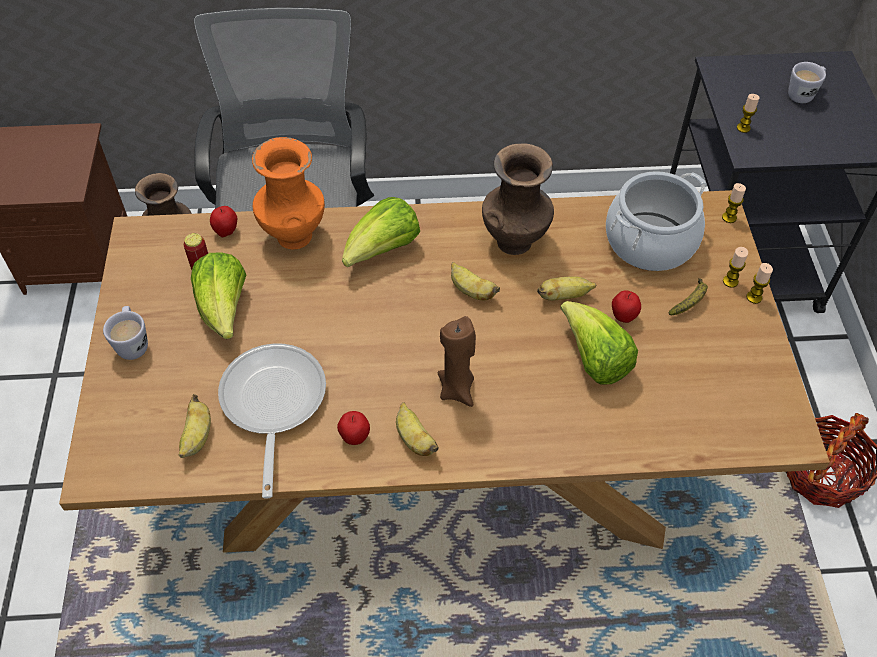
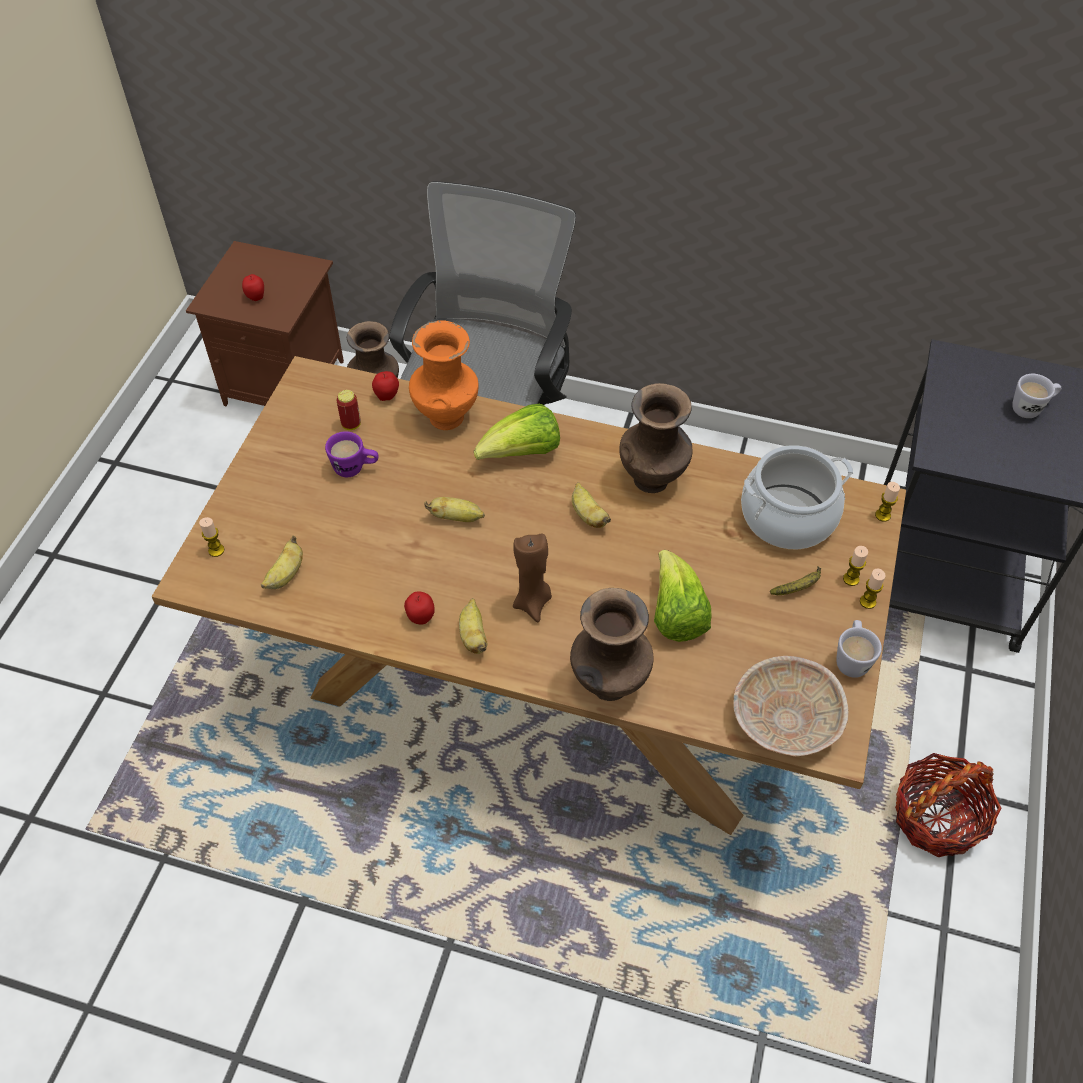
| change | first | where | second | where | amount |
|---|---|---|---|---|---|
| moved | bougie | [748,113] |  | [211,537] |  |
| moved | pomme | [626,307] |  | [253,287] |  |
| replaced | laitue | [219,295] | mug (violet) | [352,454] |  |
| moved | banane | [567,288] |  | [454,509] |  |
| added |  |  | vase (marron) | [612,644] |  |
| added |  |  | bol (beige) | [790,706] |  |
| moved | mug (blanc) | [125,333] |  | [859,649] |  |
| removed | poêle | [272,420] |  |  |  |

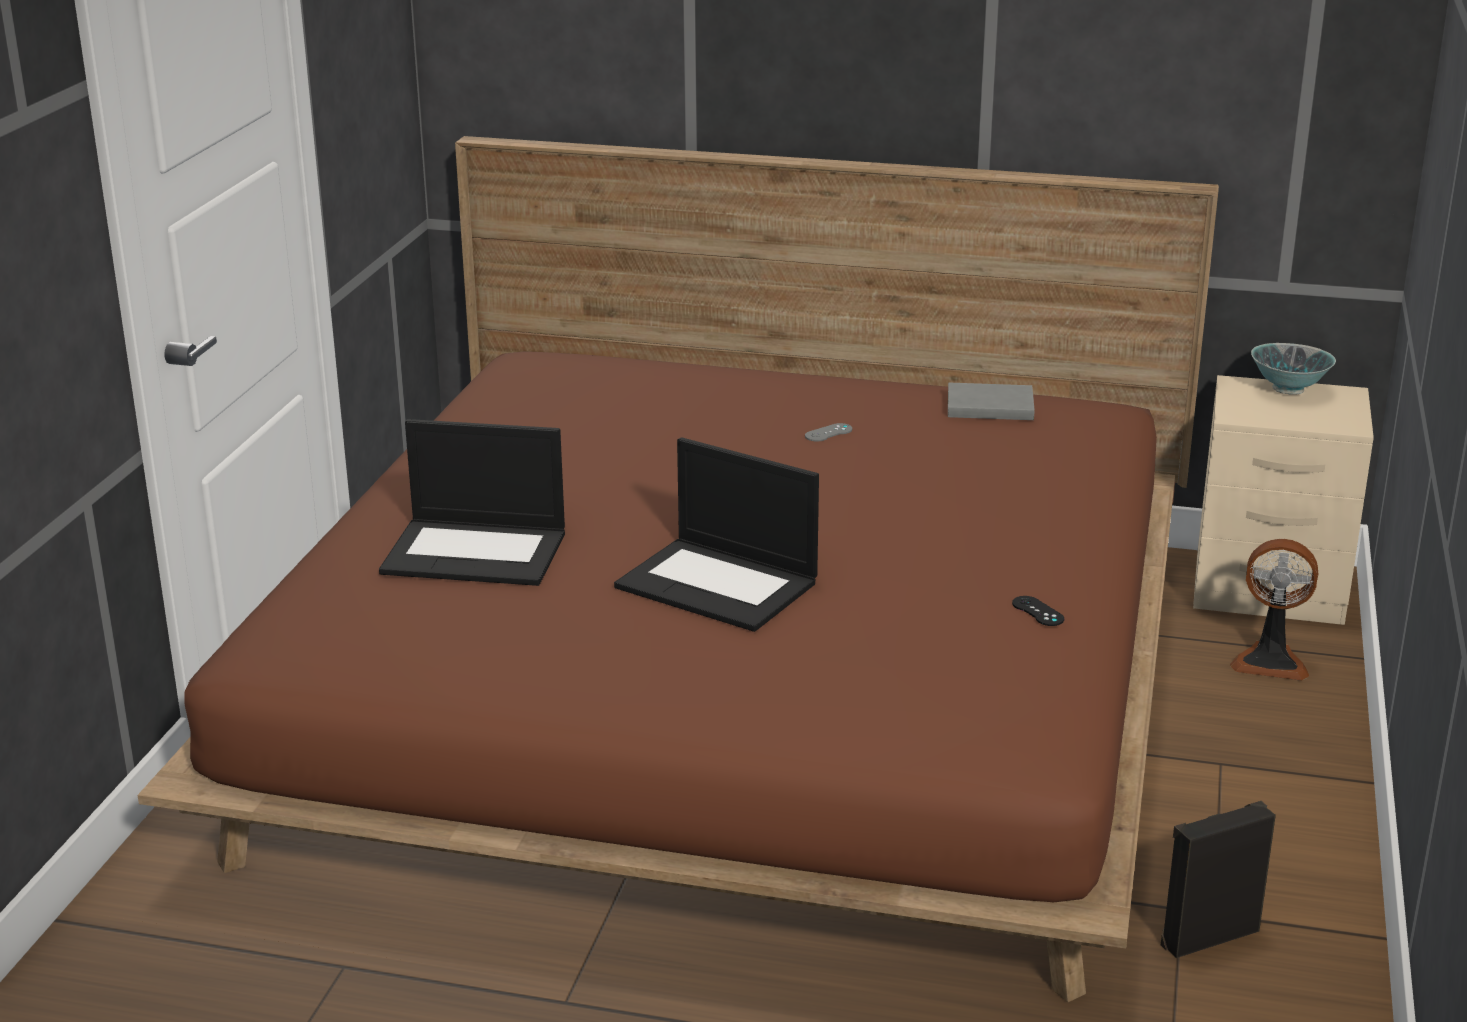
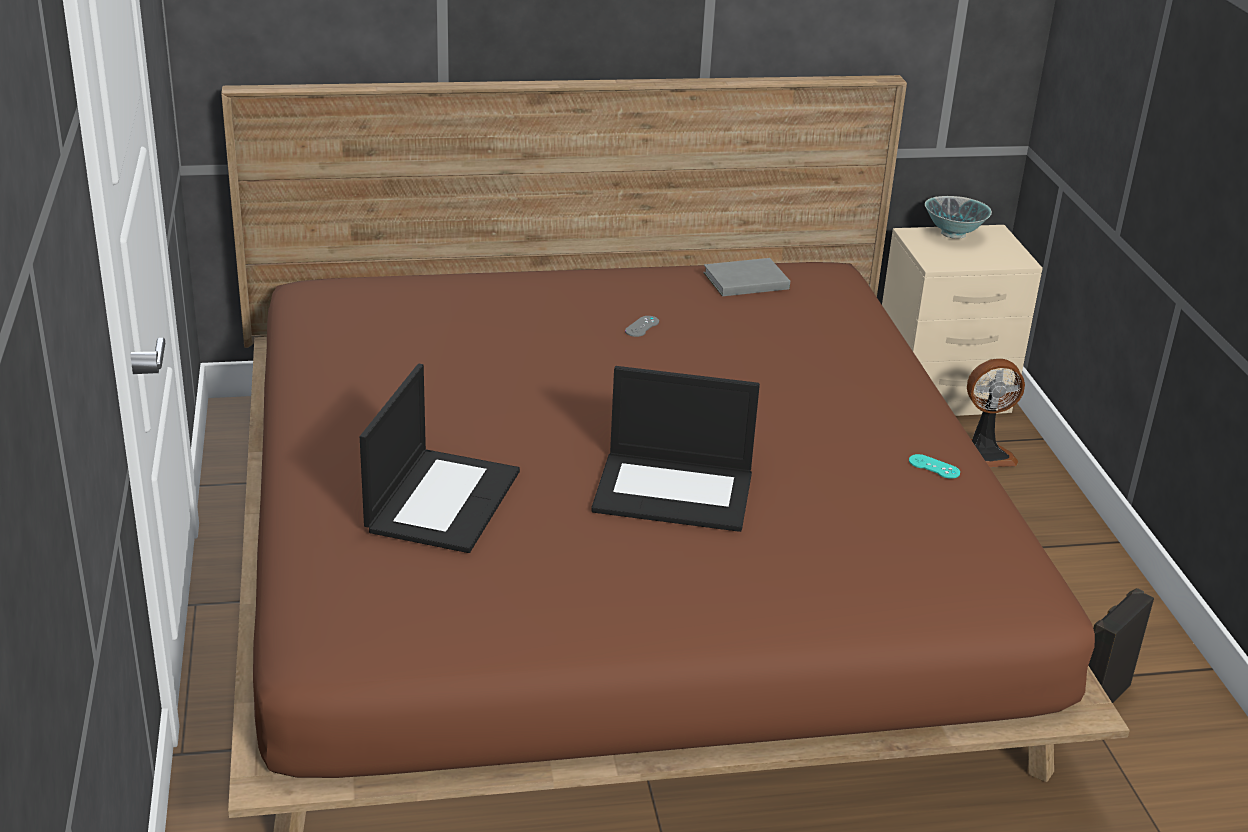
| change | first | where | second | where | amount |
|---|---|---|---|---|---|
| turned | ordinateur portable | [472,502] |  | [440,458] | 60 degrees counterclockwise |
| recoloured | manette (noir) | [1038,611] | manette (turquoise) | [934,466] |  |

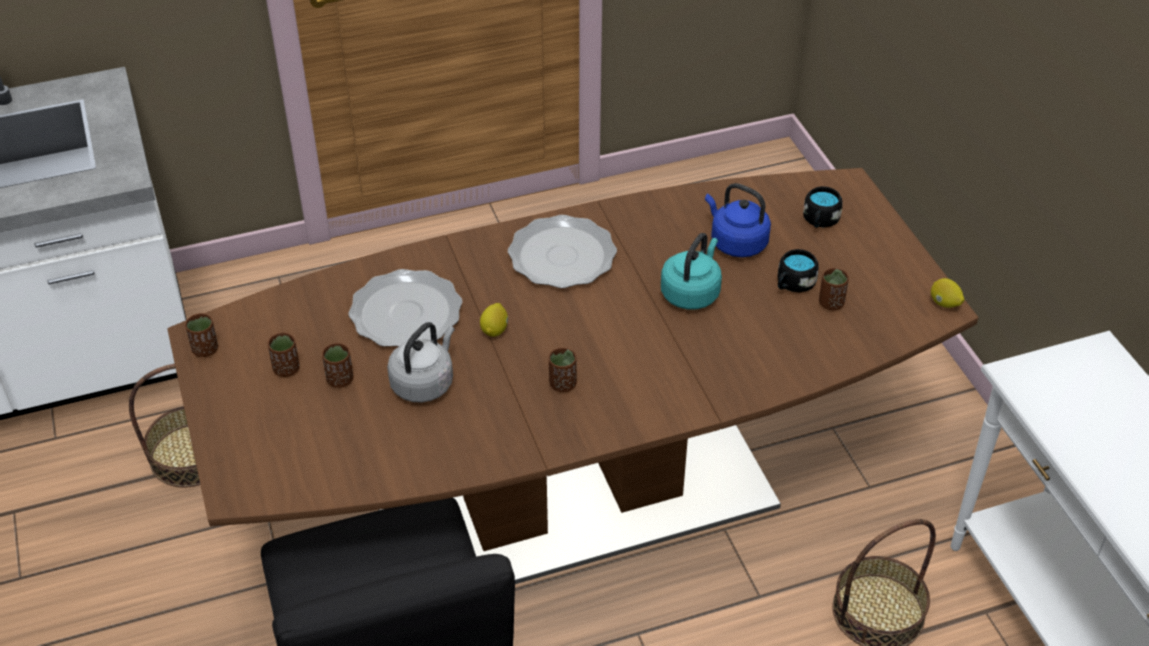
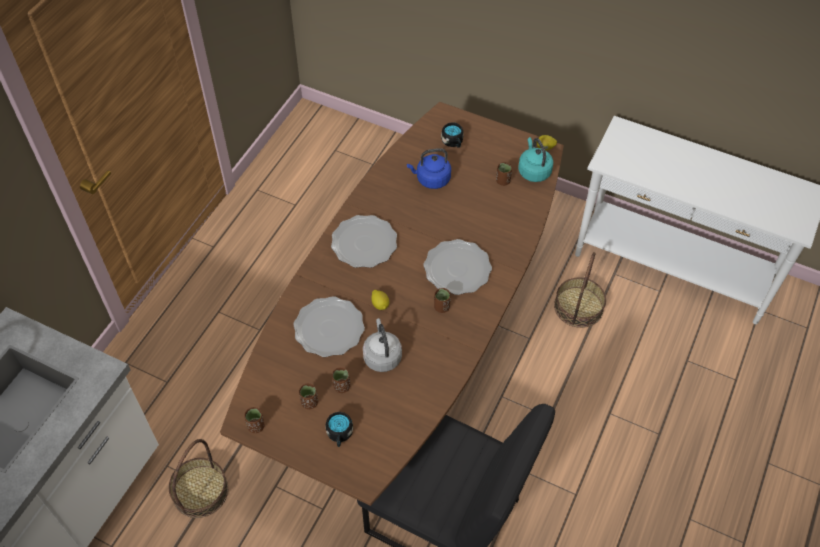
| change | first | where | second | where | amount |
|---|---|---|---|---|---|
| moved | mug (noir) | [798,271] |  | [339,429] |  |
| added |  |  | assiette | [457,267] |  |
| moved | bouilloire (turquoise) | [691,271] |  | [535,159] |  |

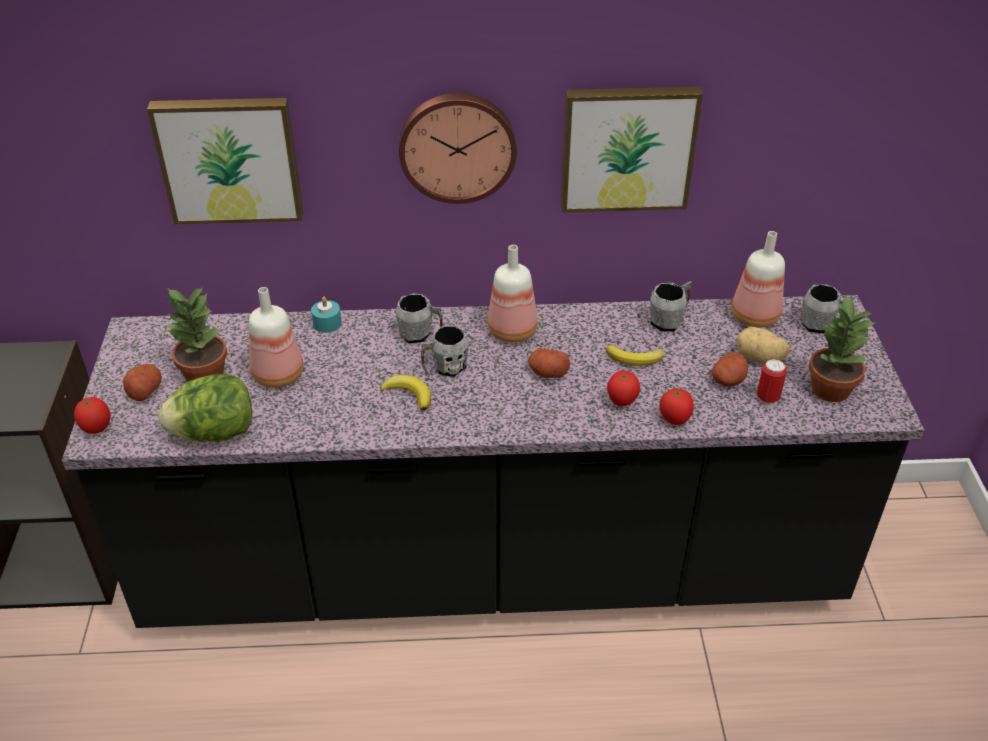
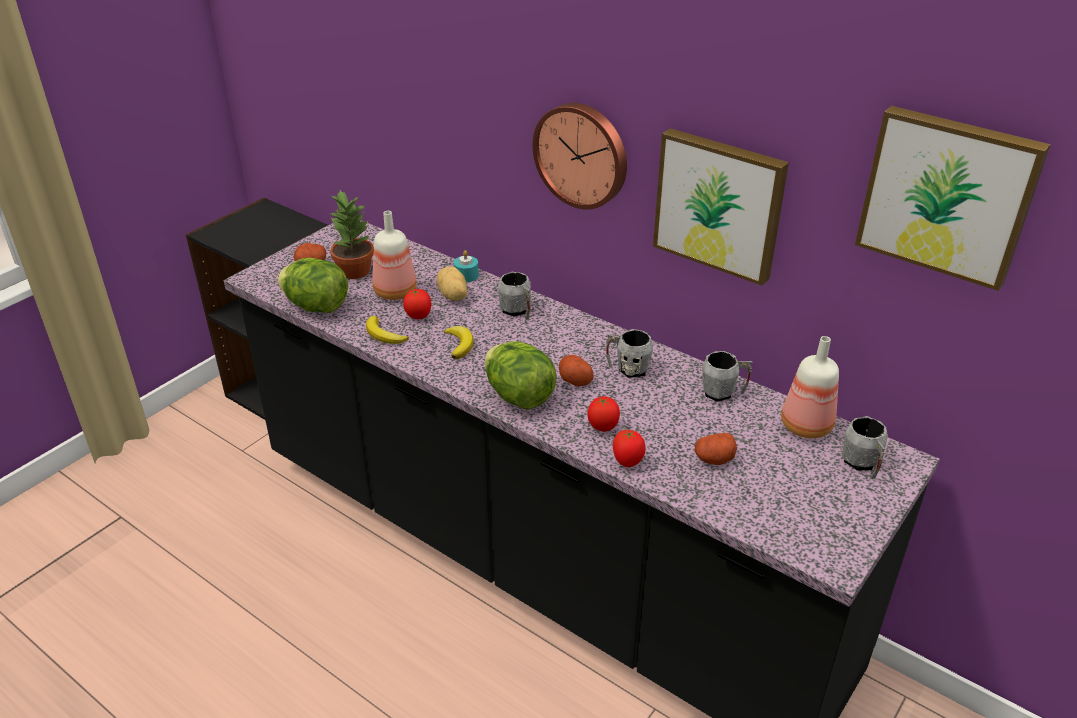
| change | first | where | second | where | amount |
|---|---|---|---|---|---|
| moved | banane | [634,355] |  | [387,330] |  |
| moved | tomate | [92,415] |  | [417,304] |  |
| moved | pomme de terre | [763,345] |  | [452,283] |  |
| added |  |  | laitue | [520,375] |  |
| moved | mug (gris) | [444,351] |  | [629,353] |  |
| moved | tableau | [225,161] |  | [952,198] |  |
| removed | bouteille | [512,293] |  |  |  |
| removed | boîte métallique | [772,382] |  |  |  |
| removed | plante en pot | [843,348] |  |  |  |

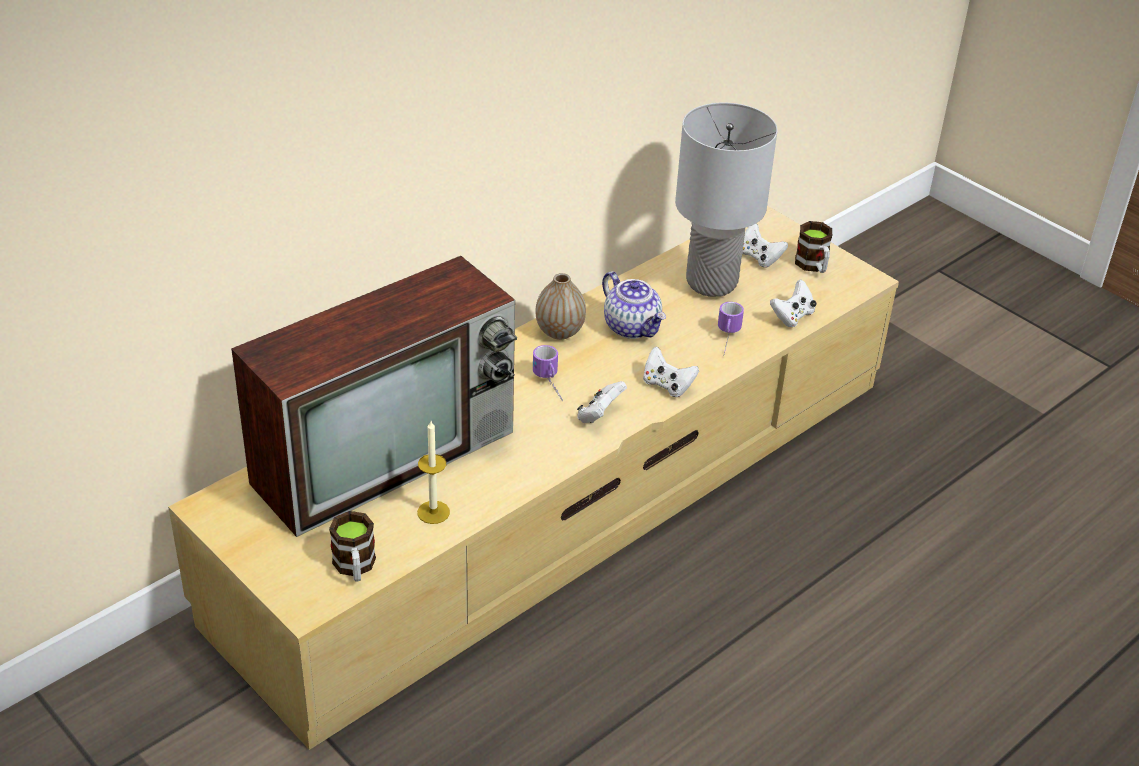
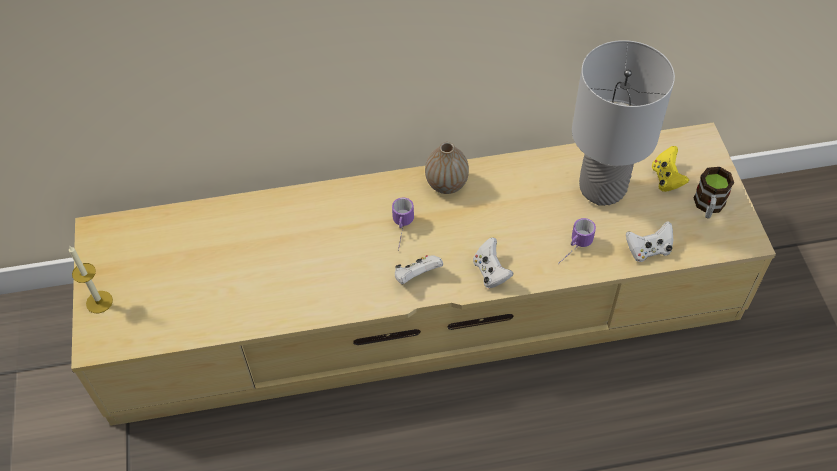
| change | first | where | second | where | amount |
|---|---|---|---|---|---|
| moved | bougie | [433,472] |  | [91,279] |  |
| recoloured | manette (blanc) | [765,245] | manette (jaune) | [670,169] |  |
| removed | téléviseur | [374,396] |  |  |  |
| removed | mug | [352,546] |  |  |  |
| removed | théière | [634,305] |  |  |  |

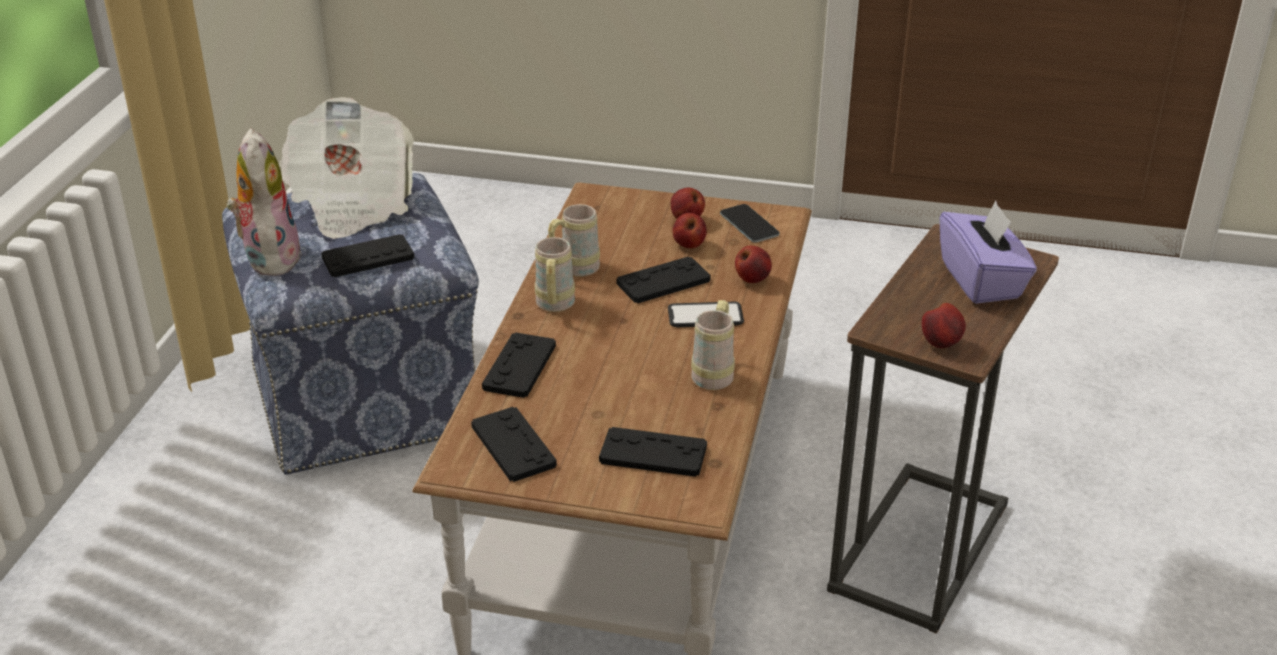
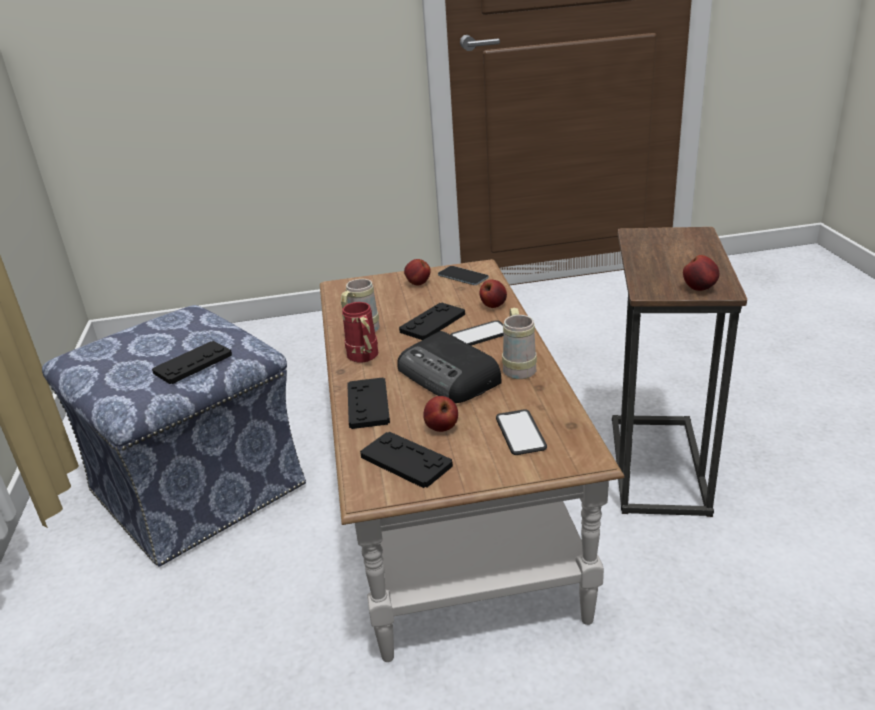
| change | first | where | second | where | amount |
|---|---|---|---|---|---|
| recoloured | mug (beige) | [555,274] | mug (rouge) | [360,332] |  |
| added |  |  | radio | [449,367] |  |
| moved | pomme | [690,230] |  | [440,414] |  |
| replaced | manette (noir) | [653,452] | téléphone | [521,432] |  |
| removed | peluche | [264,202] |  |  |  |
| removed | journal | [346,168] |  |  |  |
| removed | boîte à mouchoirs (violet) | [988,252] |  |  |  |

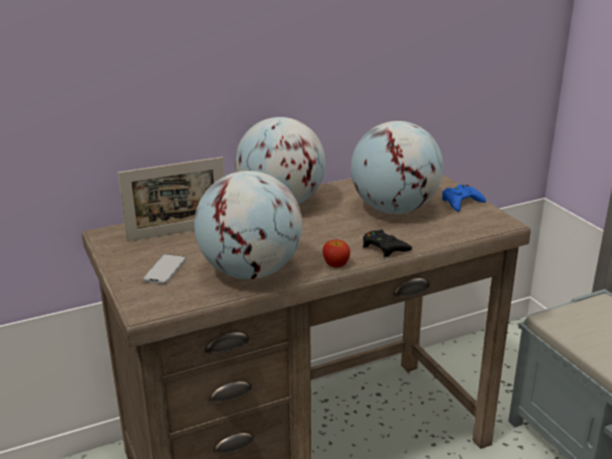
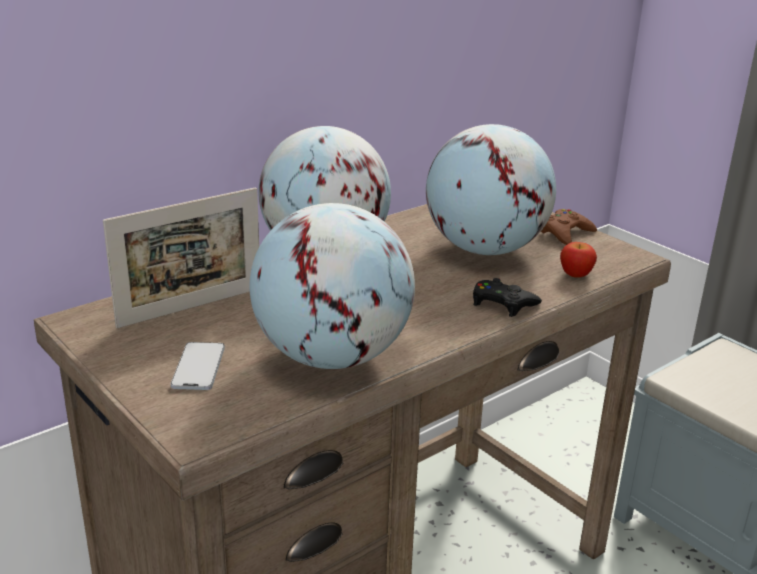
| change | first | where | second | where | amount |
|---|---|---|---|---|---|
| recoloured | manette (bleu) | [464,198] | manette (marron) | [569,227] |  |
| moved | pomme | [336,253] |  | [578,260] |  |

